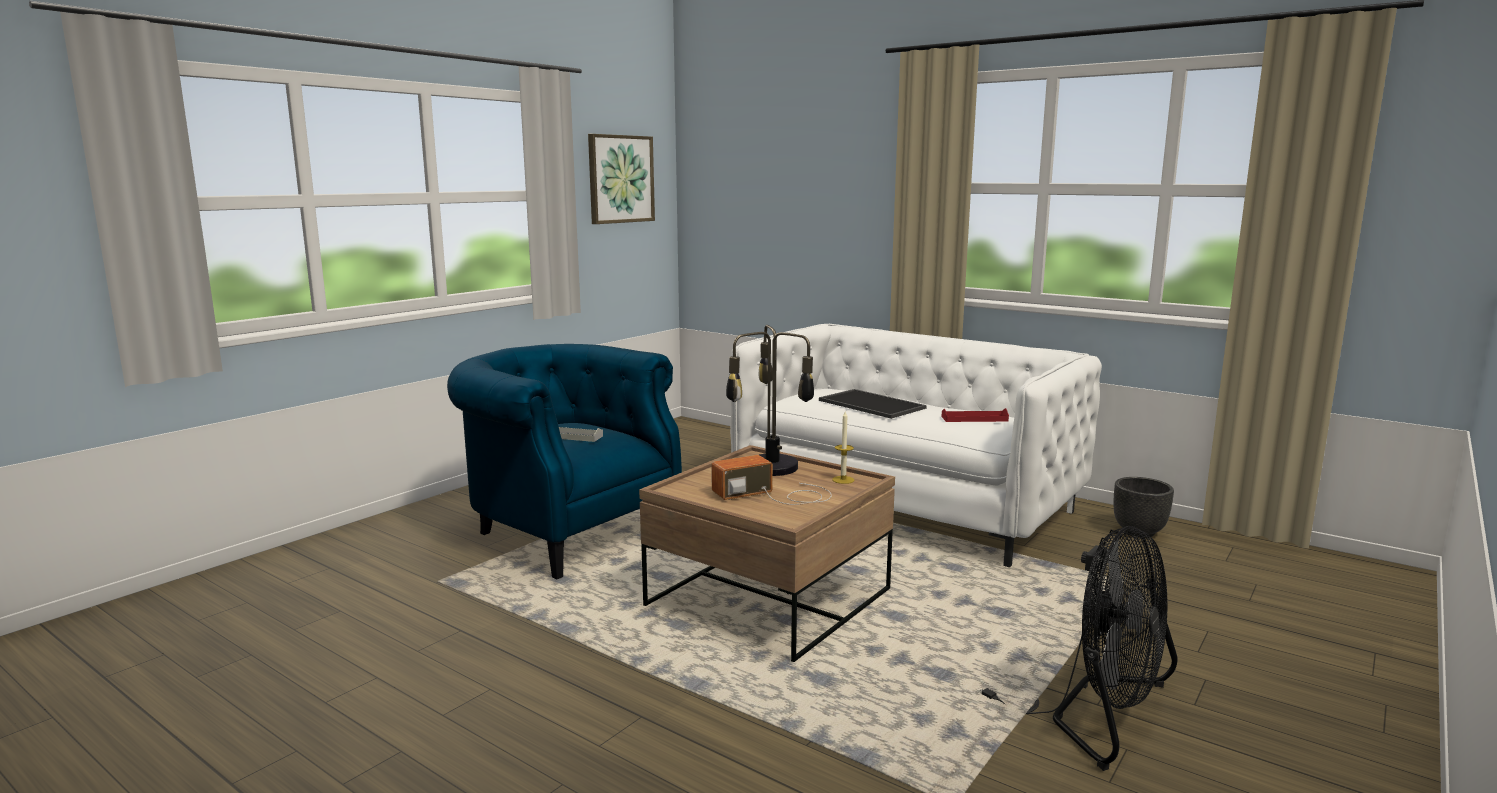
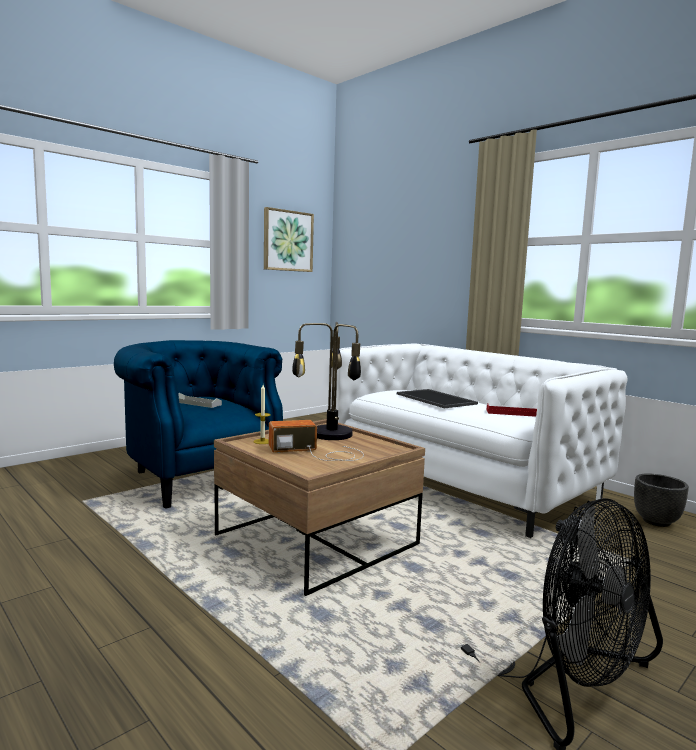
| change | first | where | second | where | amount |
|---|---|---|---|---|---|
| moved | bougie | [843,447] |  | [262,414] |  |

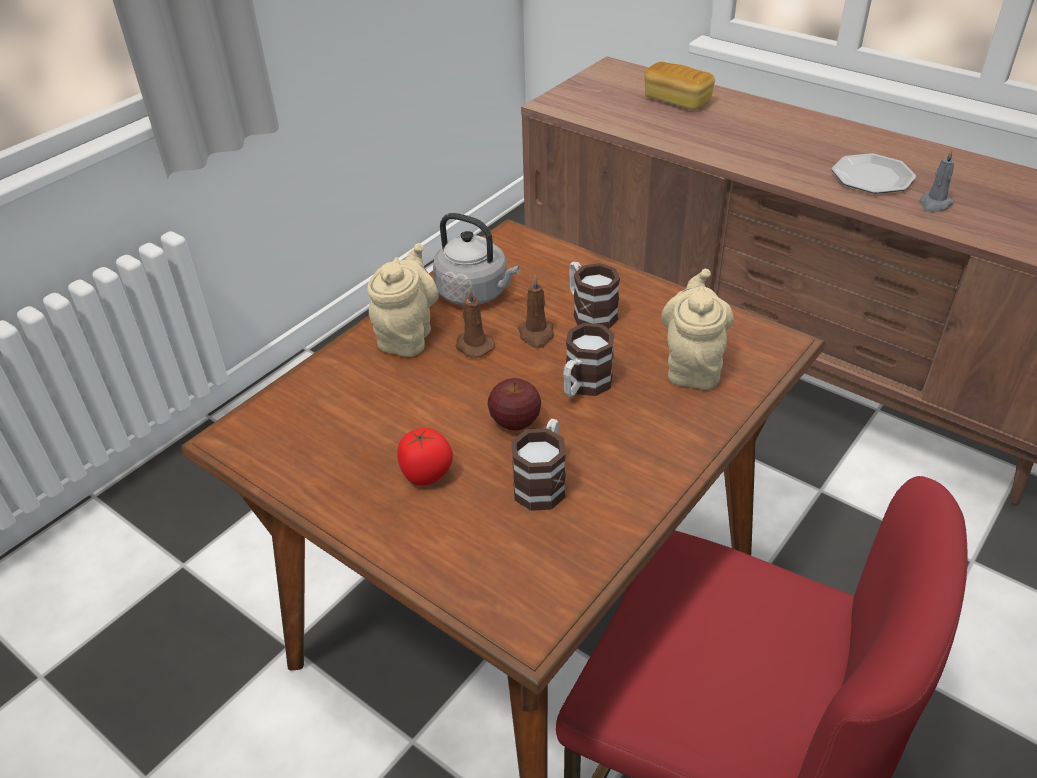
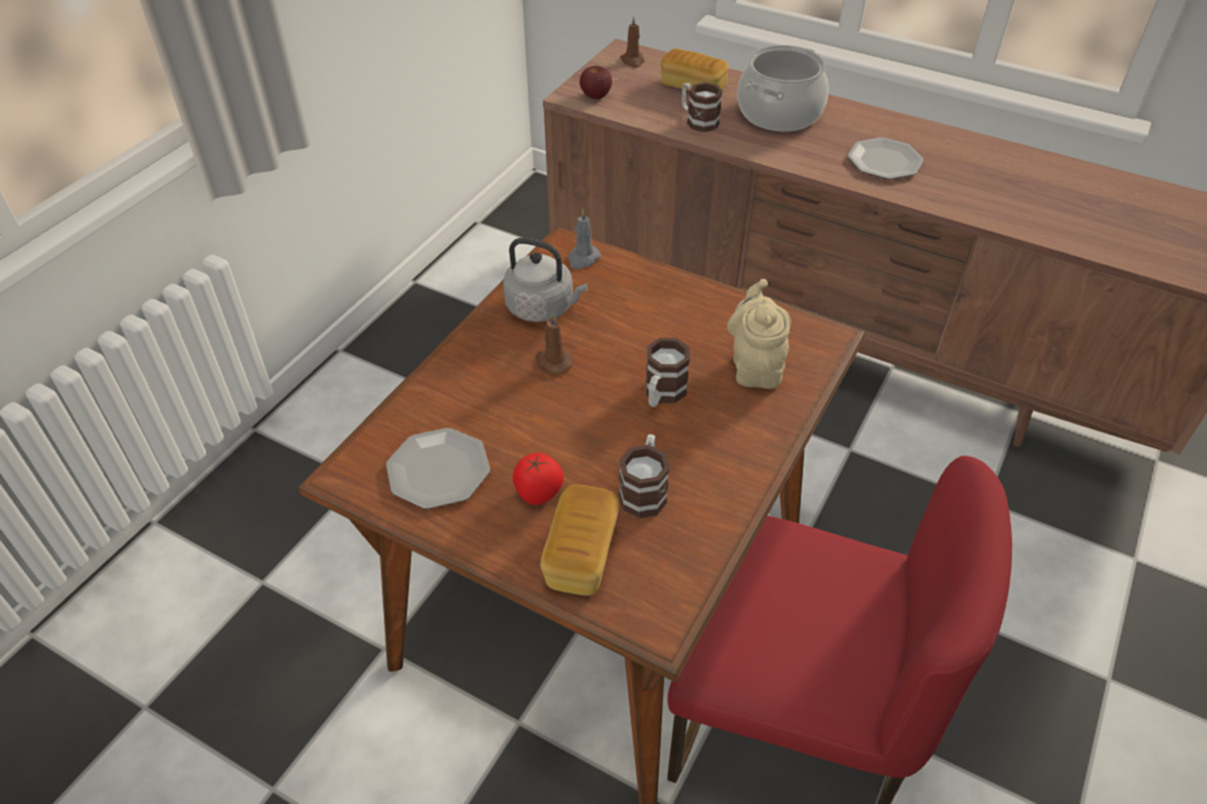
| change | first | where | second | where | amount |
|---|---|---|---|---|---|
| added |  |  | assiette | [438,468] |  |
| added |  |  | pain | [579,540] |  |
| moved | bougie (gris) | [937,181] |  | [584,238] |  |
| moved | pomme | [514,404] |  | [596,82] |  |
| moved | bougie (marron) | [536,311] |  | [632,42] |  |
| moved | mug | [594,295] |  | [702,107] |  |
| added |  |  | marmite | [783,88] |  |
| removed | théière (beige) | [403,300] |  |  |  |

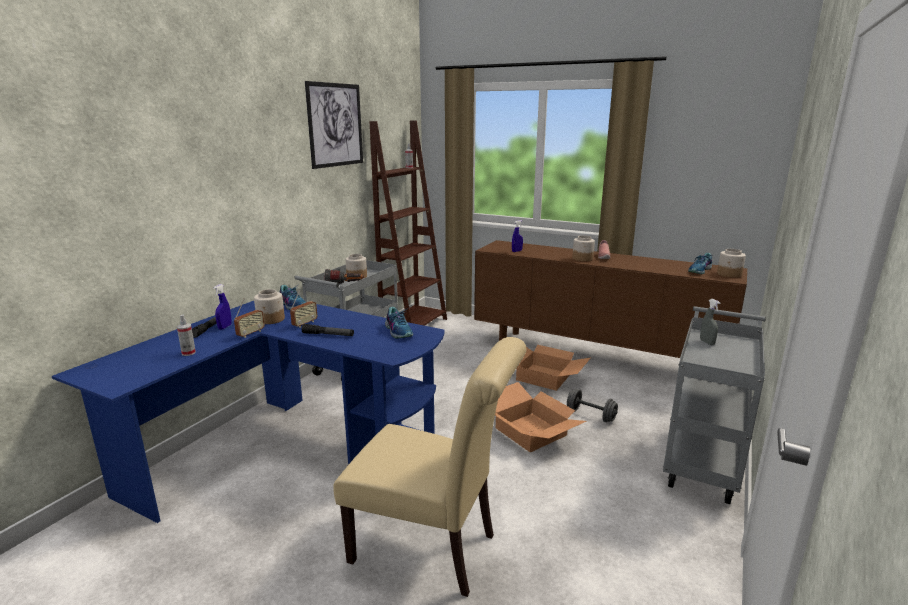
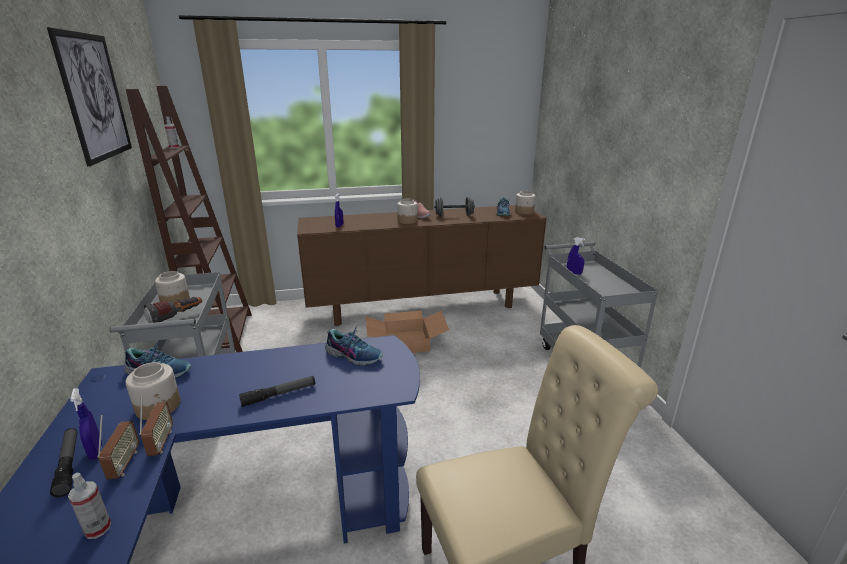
| change | first | where | second | where | amount |
|---|---|---|---|---|---|
| moved | radio | [303,308] |  | [118,447] |  |
| moved | haltère (gris) | [592,405] |  | [454,206] |  |
| recoloured | vaporisateur (gris) | [710,322] | vaporisateur (bleu) | [576,256] |  |
| removed | carton | [540,417] |  |  |  |

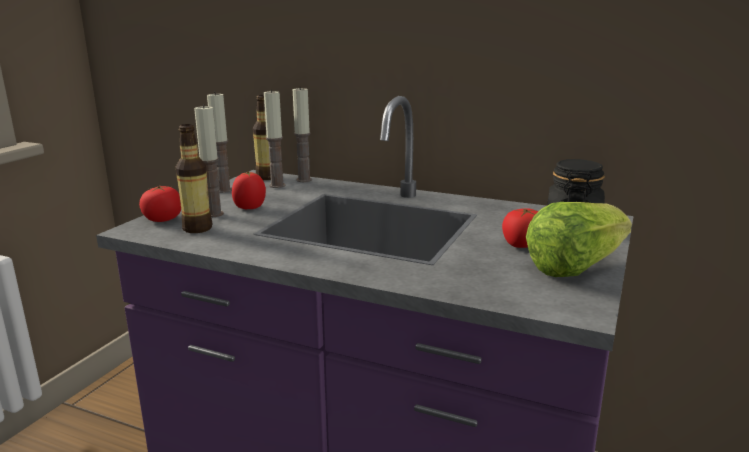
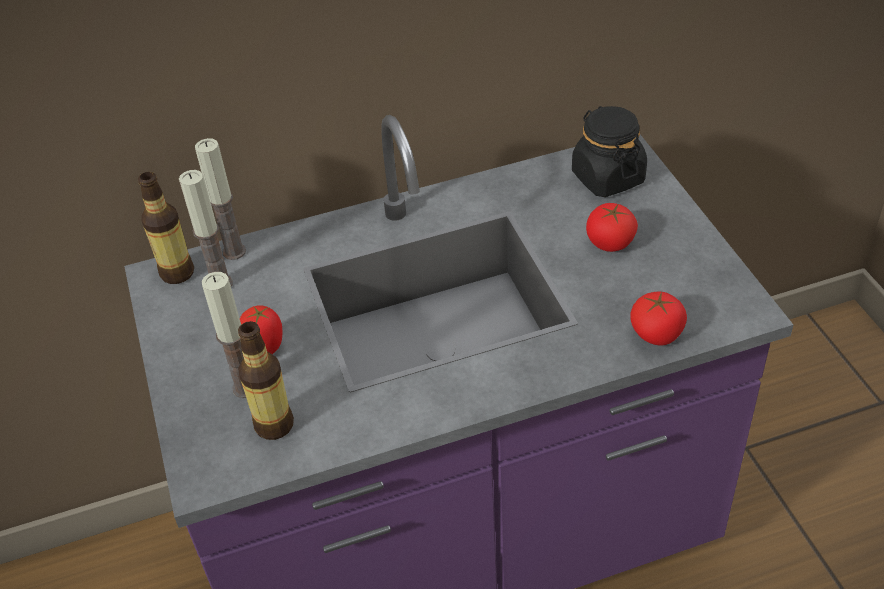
| change | first | where | second | where | amount |
|---|---|---|---|---|---|
| moved | tomate | [160,204] |  | [658,318] |  |
| removed | bougie | [219,142] |  |  |  |
| removed | laitue | [579,239] |  |  |  |

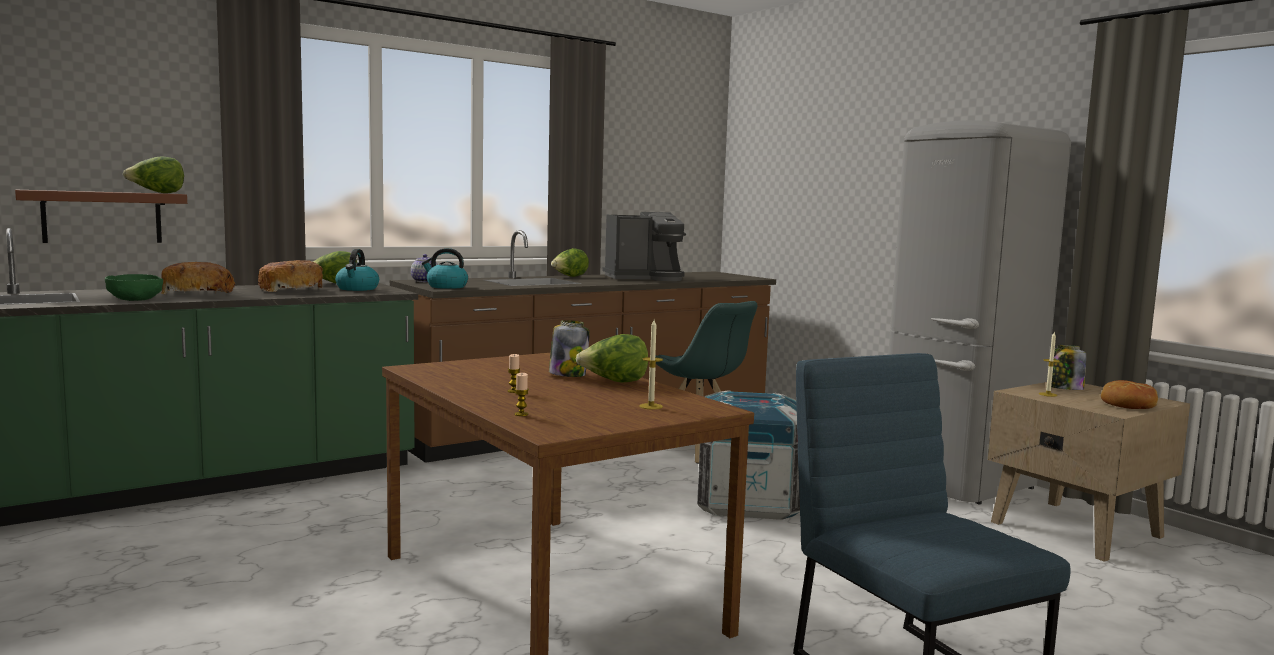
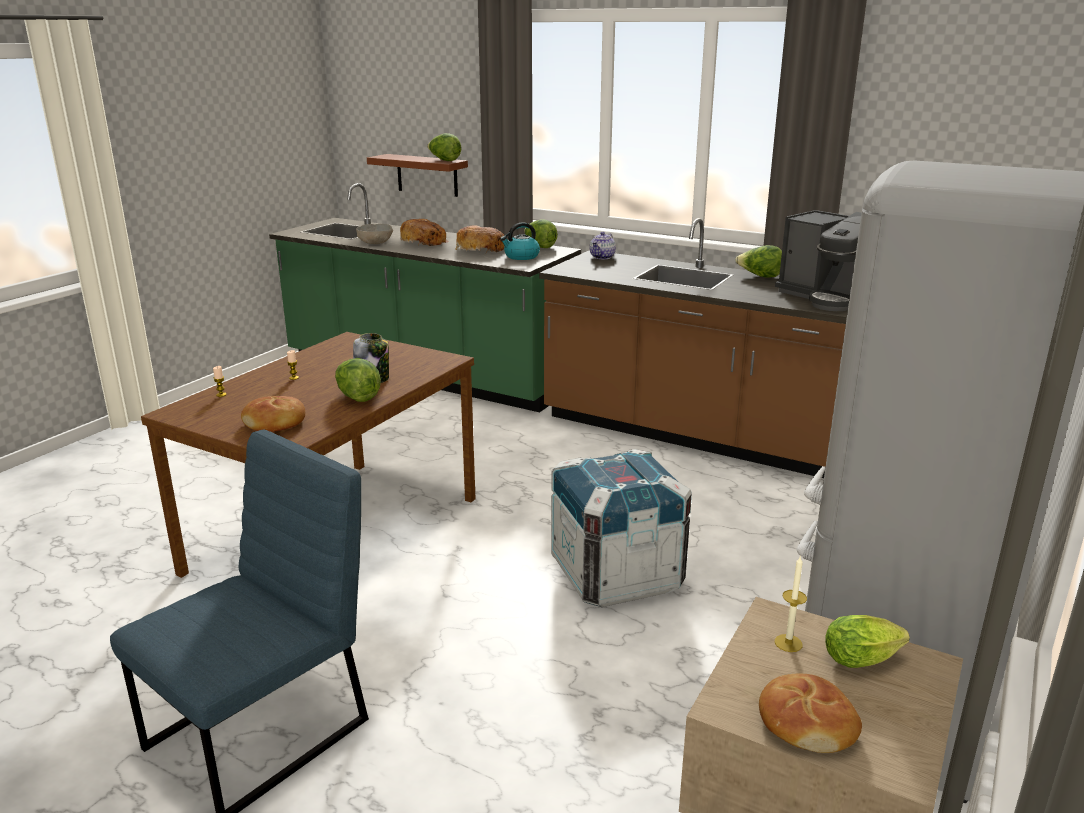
| change | first | where | second | where | amount |
|---|---|---|---|---|---|
| replaced | bougie | [651,364] | pain | [273,414] |  |
| recoloured | bol (vert) | [134,287] | bol (gris) | [374,234] |  |
| replaced | bocal | [1068,367] | laitue | [867,641] |  |
| removed | bouilloire | [445,268] |  |  |  |
| removed | chaise (turquoise) | [706,382] |  |  |  |

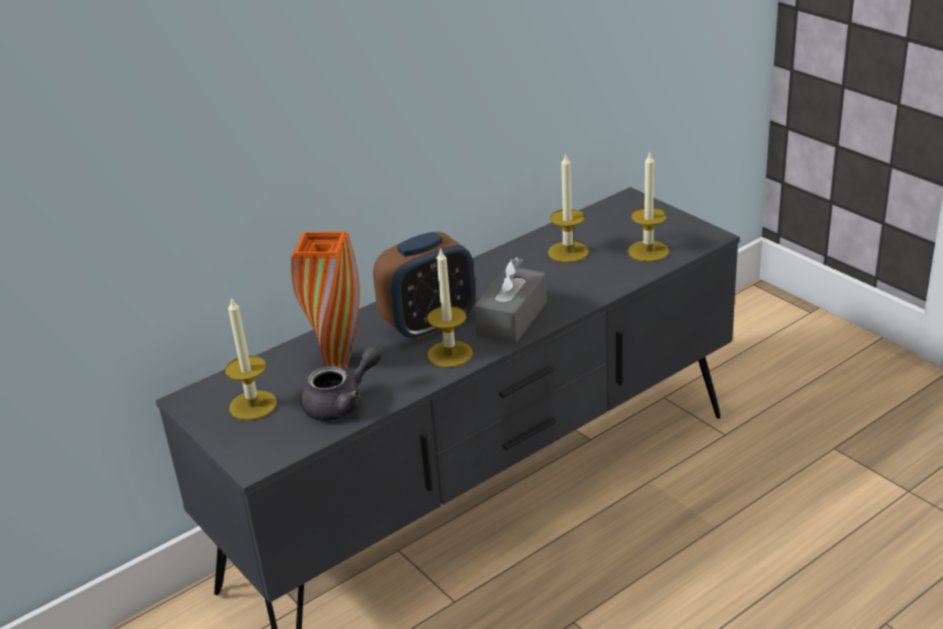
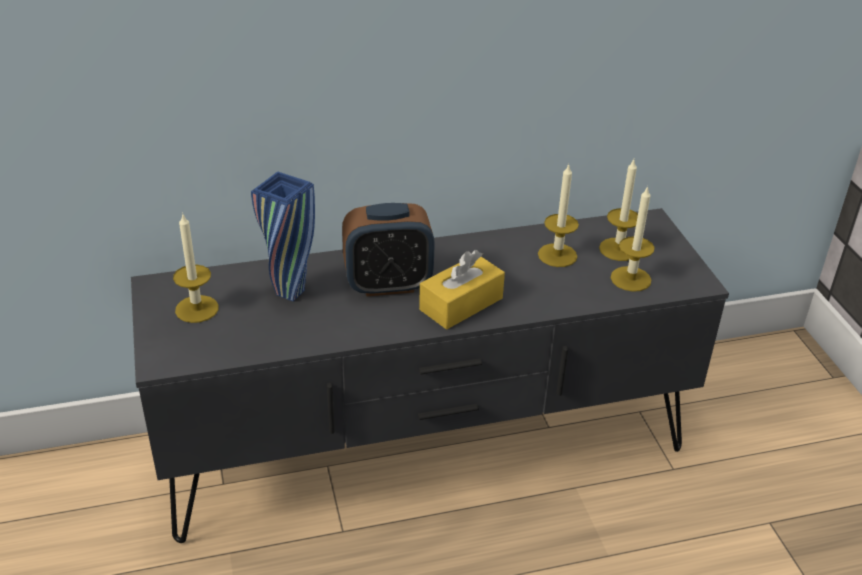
| change | first | where | second | where | amount |
|---|---|---|---|---|---|
| recoloured | vase (orange) | [325,299] | vase (bleu) | [283,236] |  |
| recoloured | boîte à mouchoirs (gris) | [510,300] | boîte à mouchoirs (jaune) | [462,289] |  |
| moved | bougie | [450,307] |  | [618,210] |  |
| removed | théière (gris) | [341,383] |  |  |  |

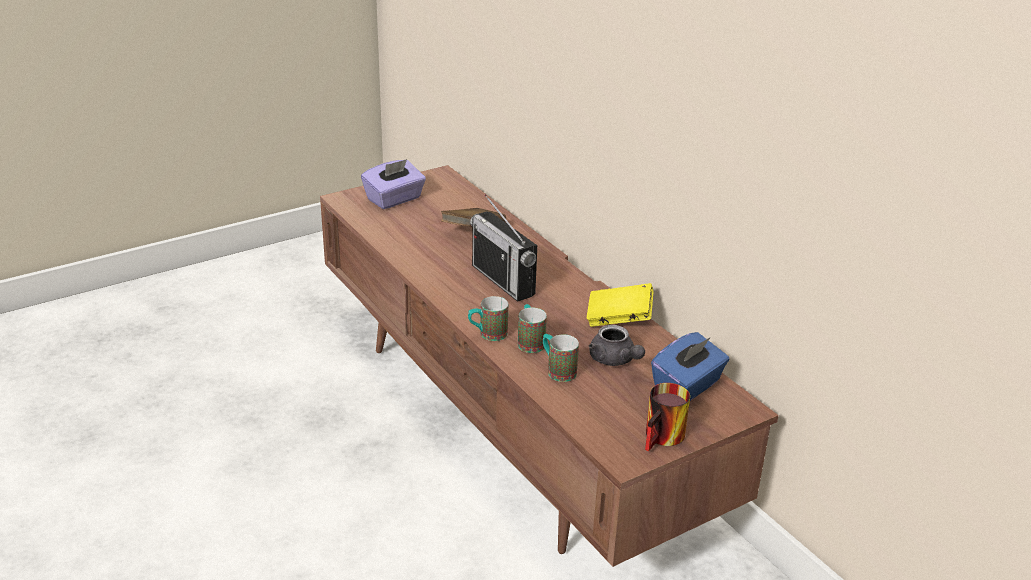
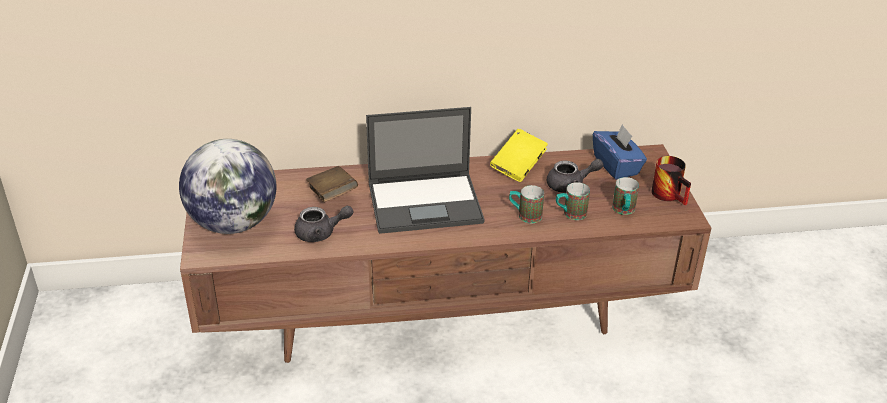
| change | first | where | second | where | amount |
|---|---|---|---|---|---|
| replaced | boîte à mouchoirs (violet) | [393,184] | globe | [227,186] |  |
| added |  |  | théière (gris) | [324,224] |  |
| replaced | radio | [503,248] | ordinateur portable | [425,170] |  |
| moved | mug | [488,318] |  | [625,196] |  |

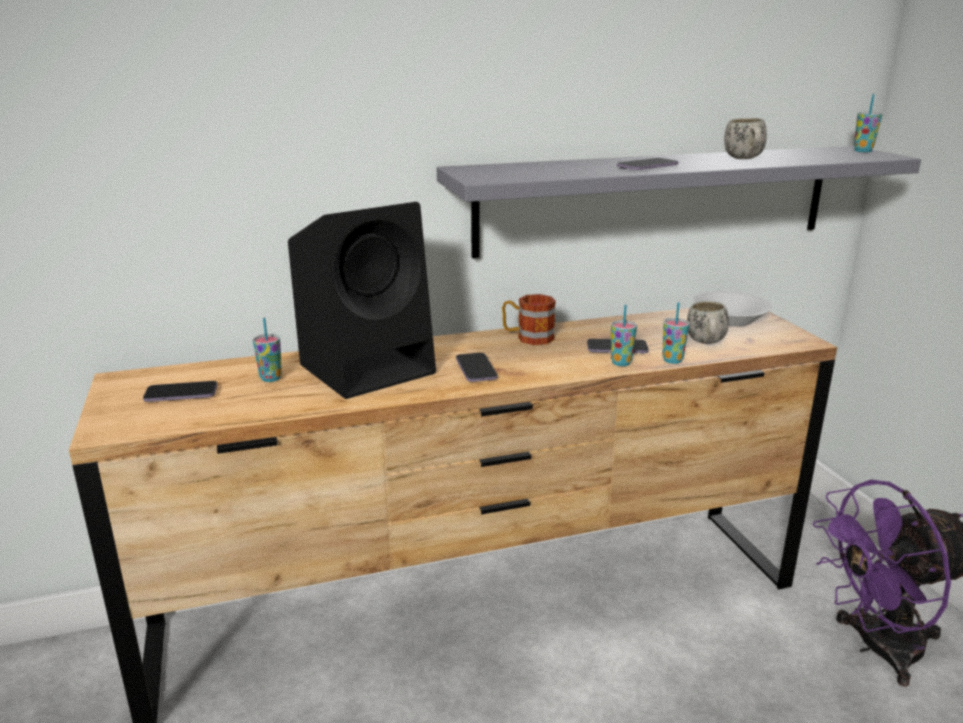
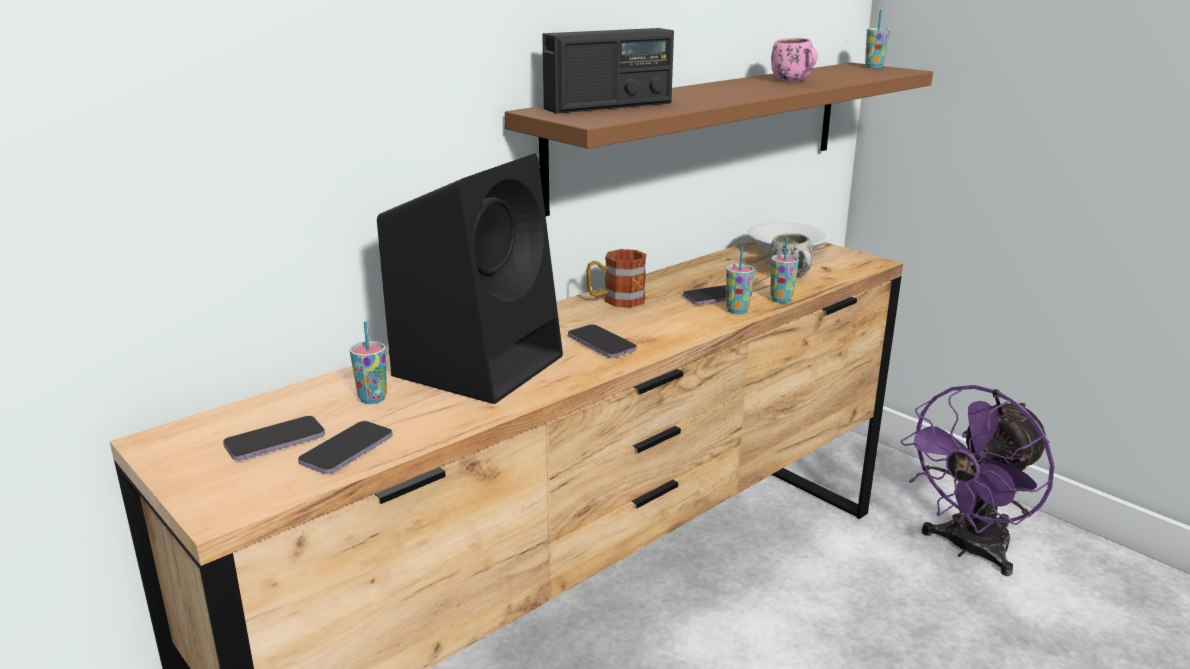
| change | first | where | second | where | amount |
|---|---|---|---|---|---|
| moved | téléphone | [647,164] |  | [345,447] |  |
| recoloured | étagère (gris) | [679,202] | étagère (marron) | [719,139] |  |
| added |  |  | radio | [608,71] |  |
| recoloured | mug (blanc) | [745,138] | mug (rose) | [794,60] |  |

